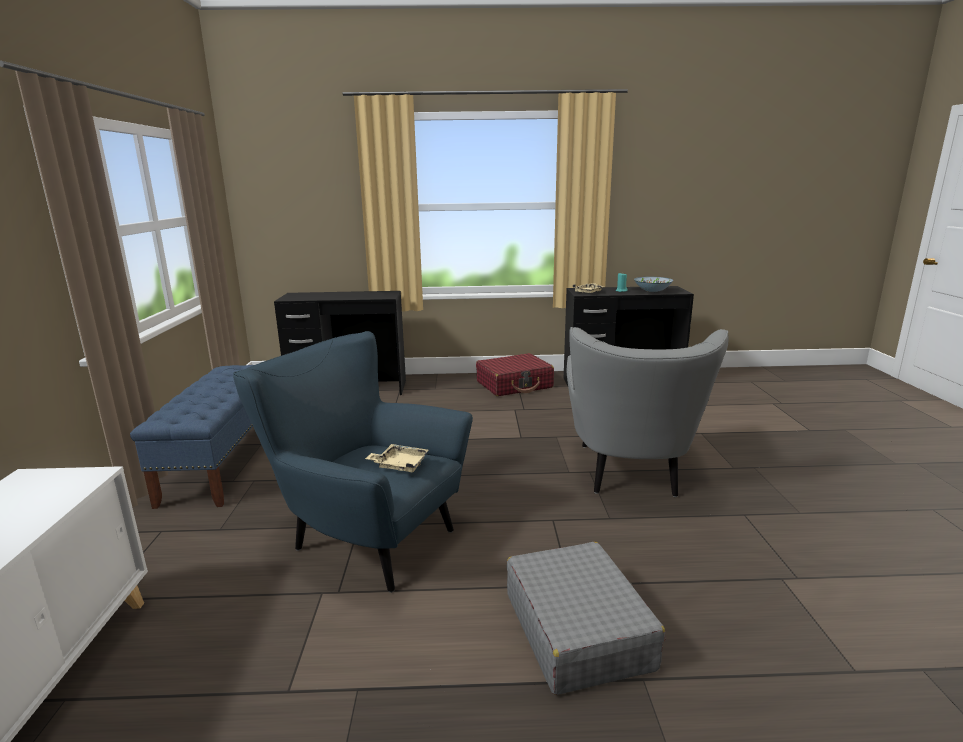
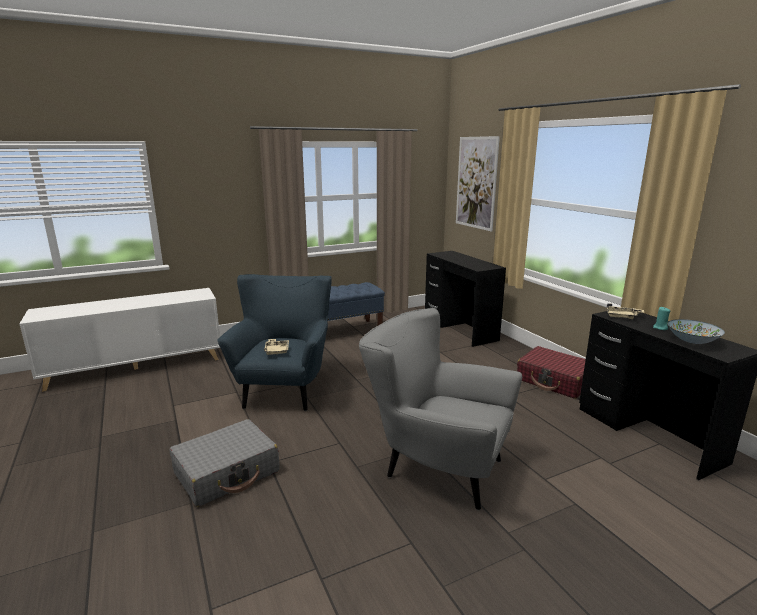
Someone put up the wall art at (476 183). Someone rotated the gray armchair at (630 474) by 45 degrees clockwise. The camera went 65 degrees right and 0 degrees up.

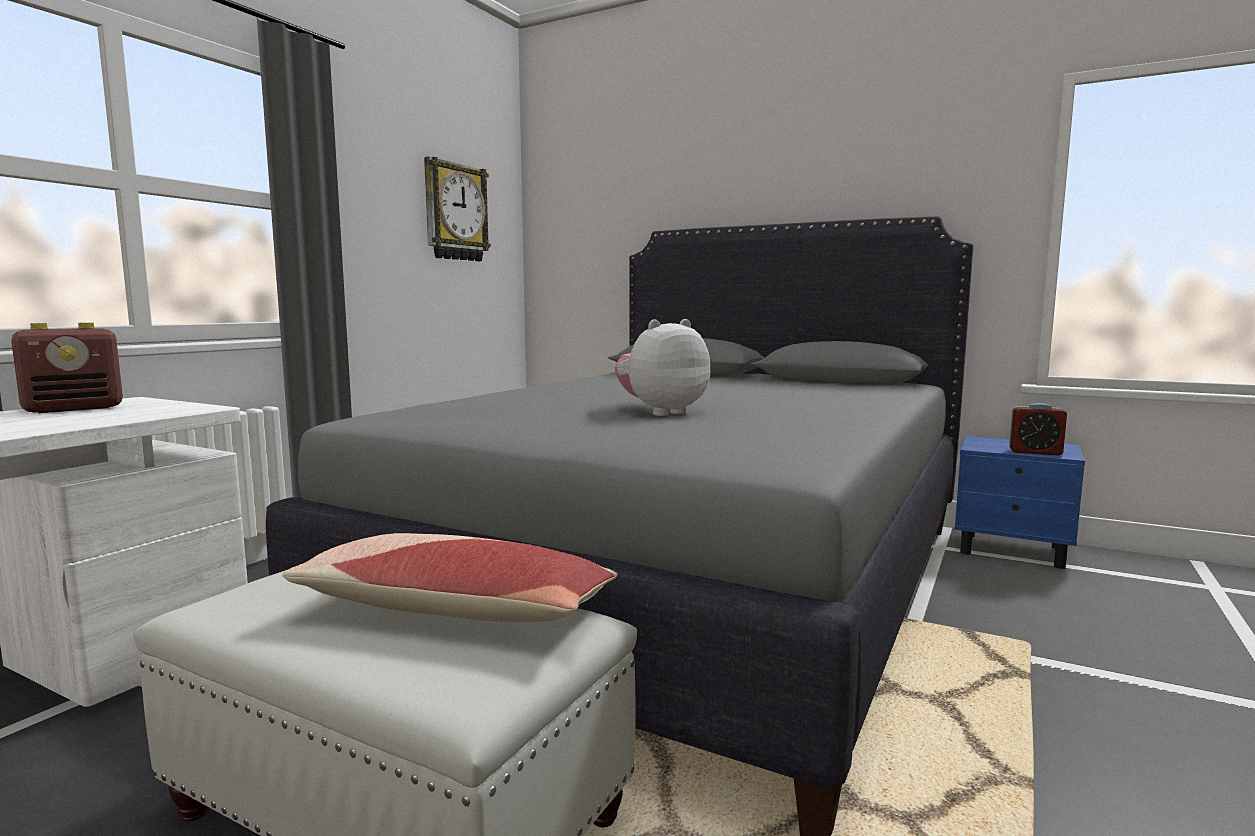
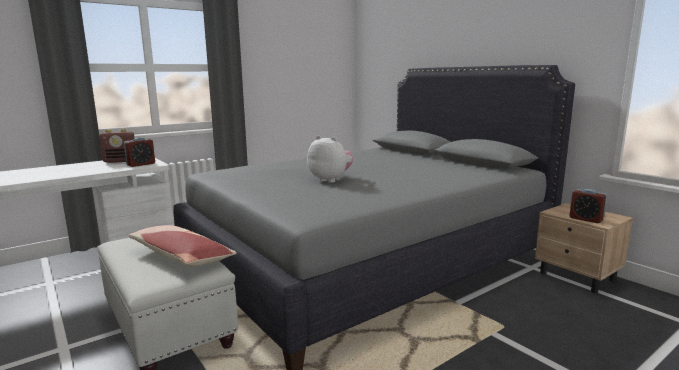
Someone took away the wall clock at (455 212). Someone put down the bedside clock at (141 164). Someone repainted the blue-coloured bedside table at (1013 550), which became the beige-coloured bedside table at (578 277). Someone rotated the plush toy at (661 412) by 45 degrees clockwise. The camera went 25 degrees right and 5 degrees up.

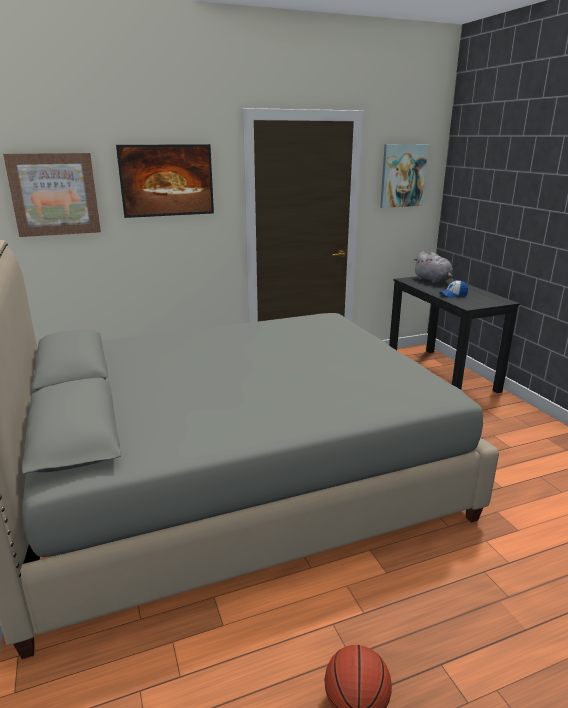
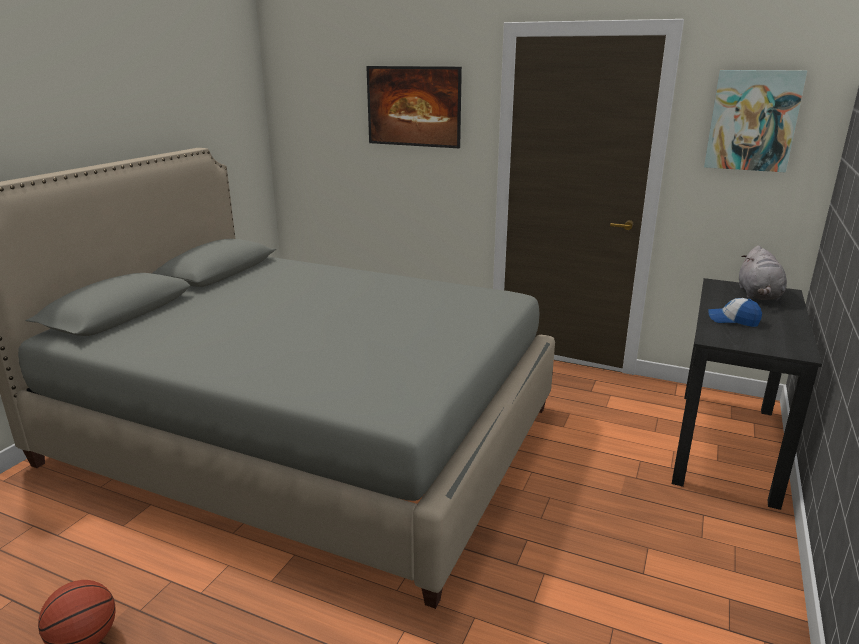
Someone took away the wall art at (54 194). The camera went 45 degrees right and 0 degrees up.

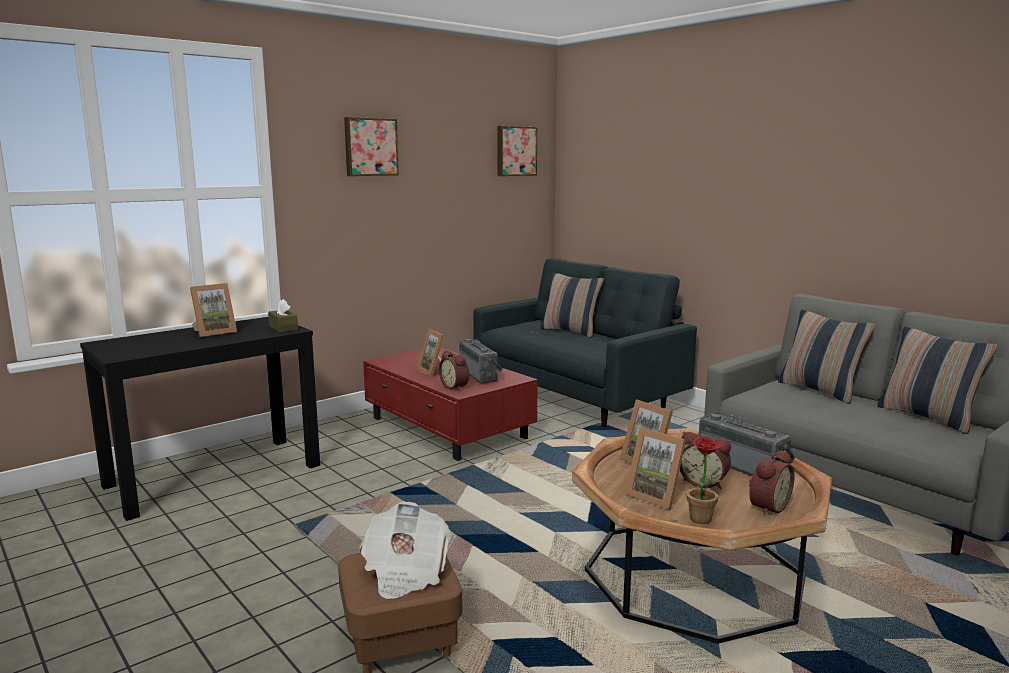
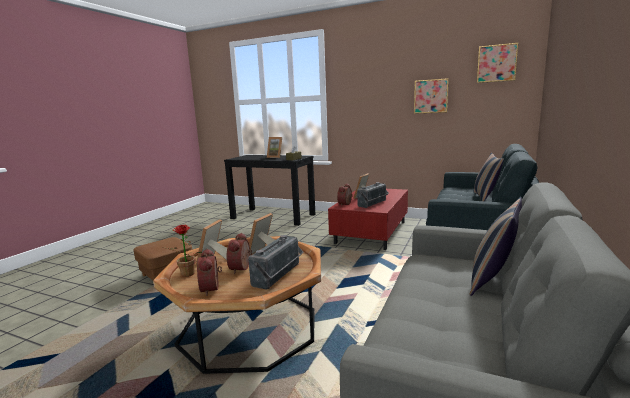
Someone took away the daily paper at (405 572). Someone took away the cushion at (927 417). Someone carried the wall art from (370 147) to (431 96). Someone rotated the bedside clock at (766 507) by 60 degrees clockwise. The camera went 65 degrees right and 0 degrees up.

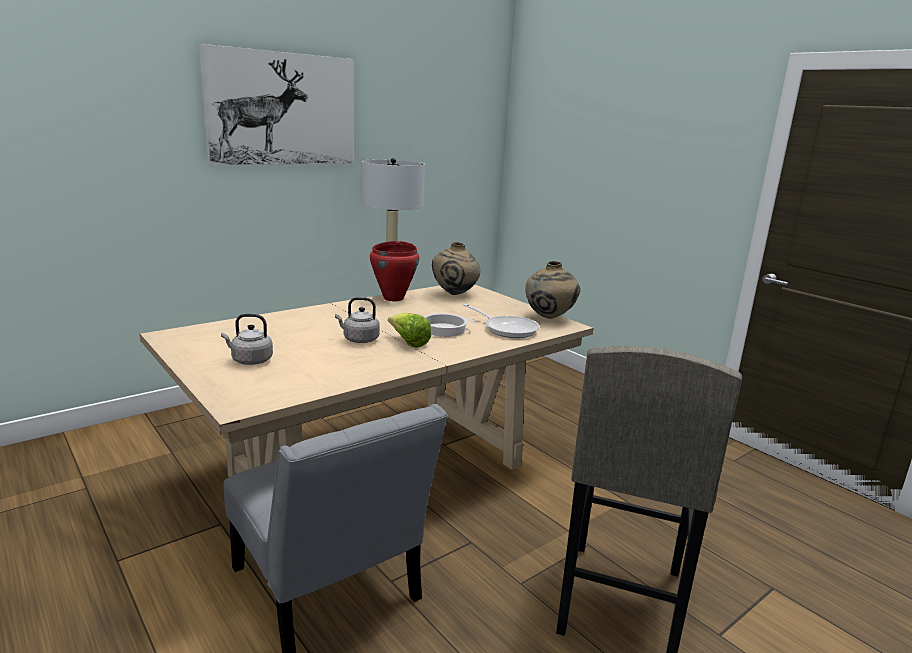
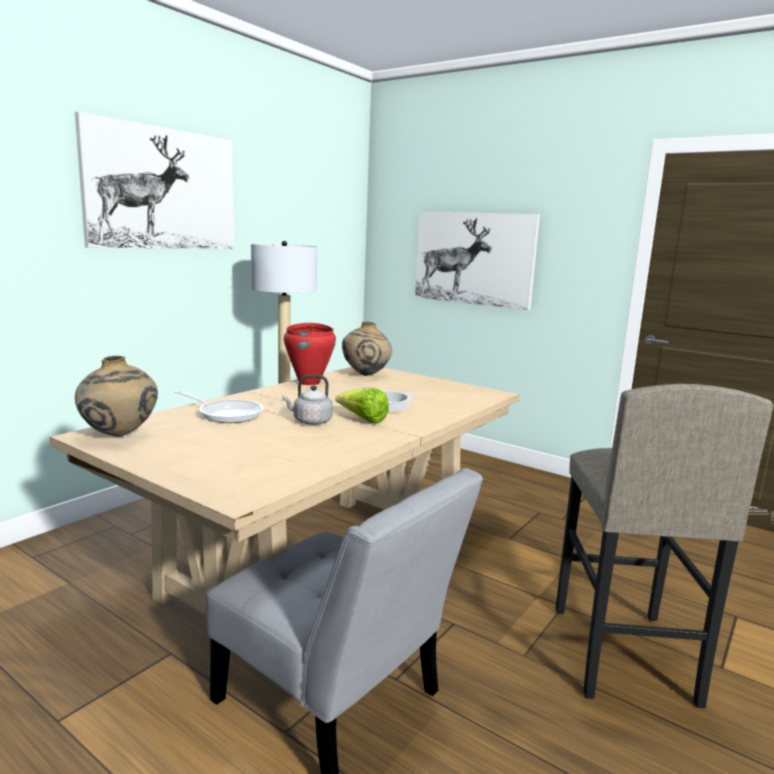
Someone took away the gray water kettle at (250 360). Someone put up the wall art at (473 258). Someone carried the frying pan from (507 329) to (226 414). Someone carried the beige-coloured vase from (549 318) to (120 436). The camera went 15 degrees left and 5 degrees down.

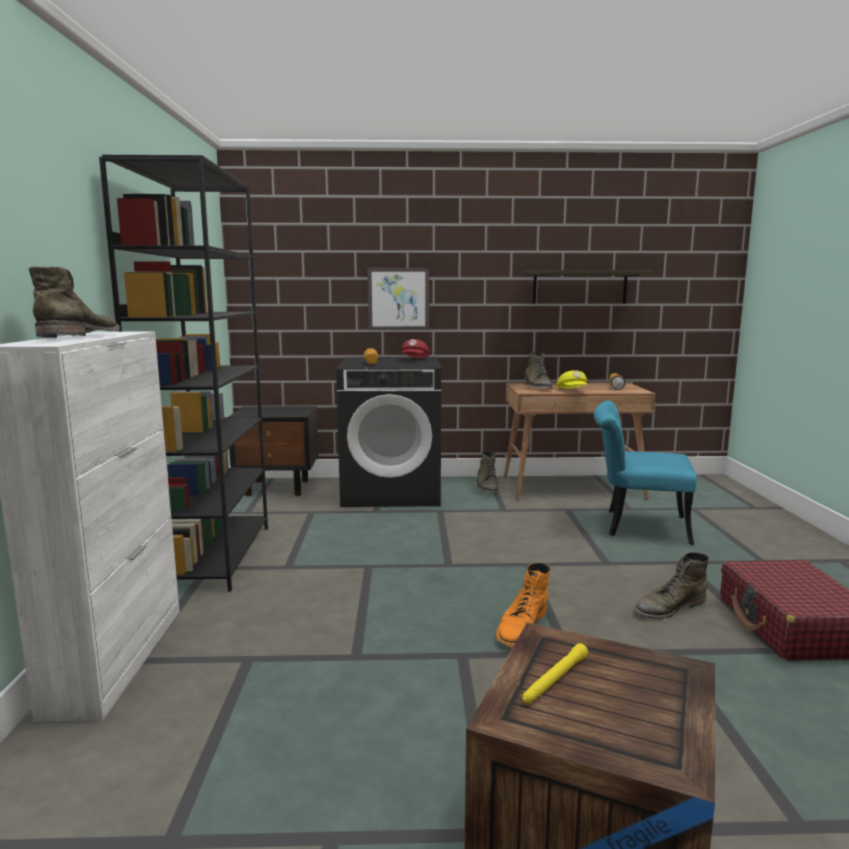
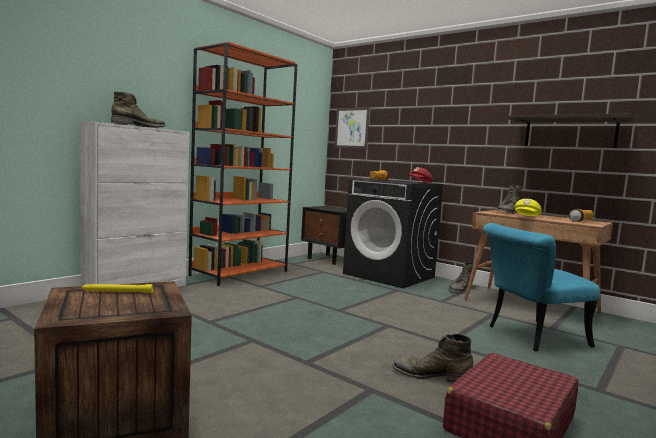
Someone took away the orangey tall boot at (521 627). Someone carried the wall art from (398 299) to (352 128). Someone repainted the black-coloured bookcase at (212 556), which became the orangey bookcase at (240 273). Someone rotated the blue-green chair at (636 525) by 75 degrees counterclockwise. The camera went 40 degrees right and 5 degrees down.

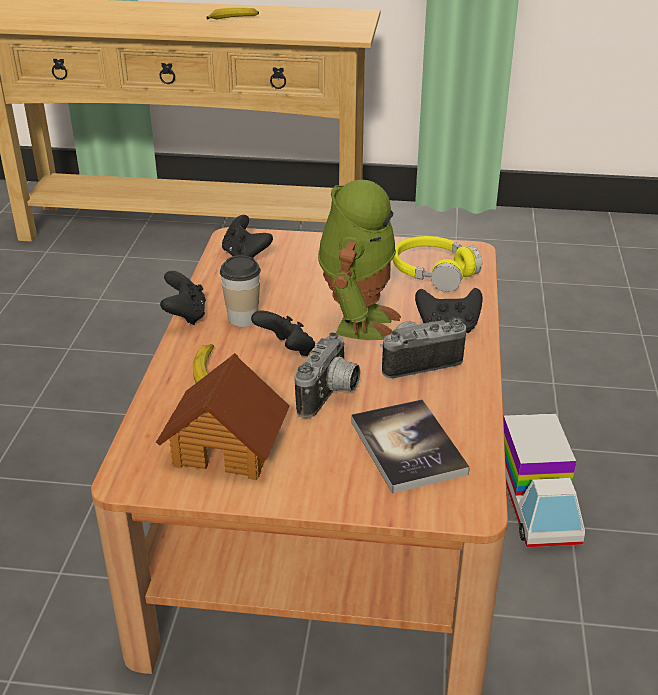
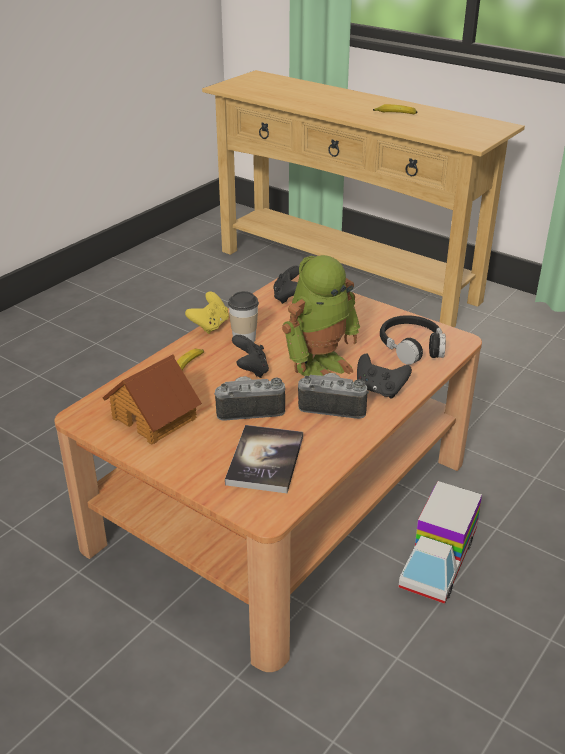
Someone repainted the black-coloured gamepad at (185 315), which became the yellow gamepad at (210 326). Someone repainted the yellow headphones at (433 272), which became the black-coloured headphones at (412 347). Someone rotated the photo camera at (331 396) by 150 degrees counterclockwise. The camera went 30 degrees right and 0 degrees up.

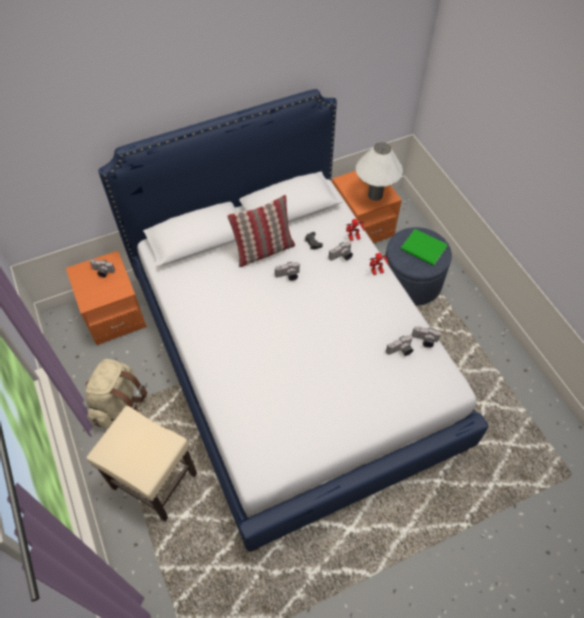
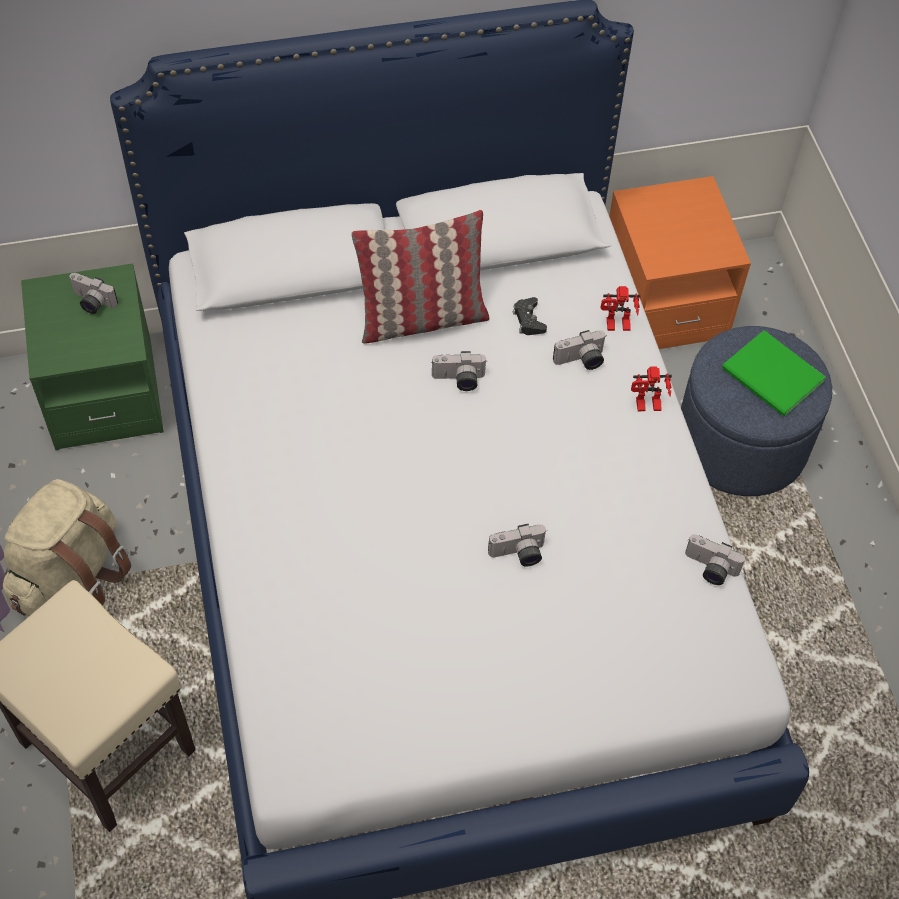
Someone took away the whitish tabletop lamp at (375 195). Someone carried the photo camera from (400 351) to (518 555). Someone repainted the orangey bedside table at (114 314), which became the green bedside table at (104 394). The camera went 10 degrees right and 0 degrees up.

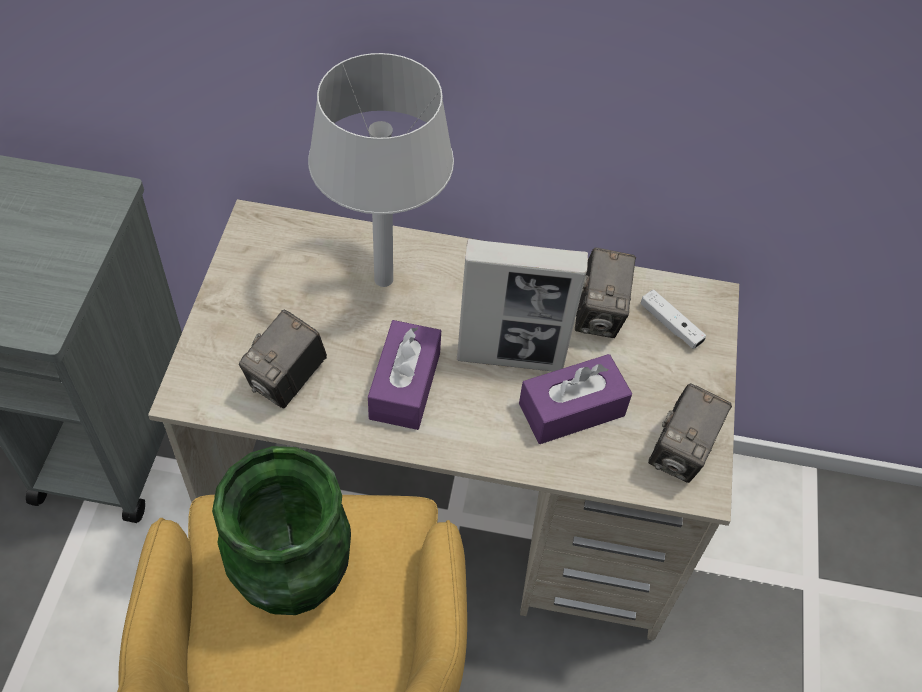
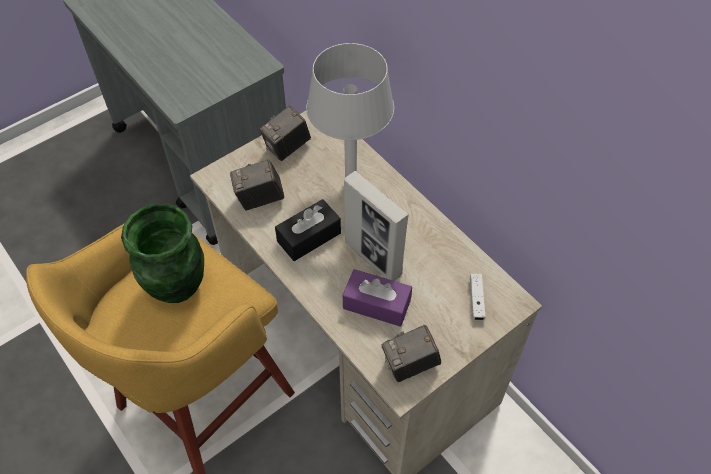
Someone carried the photo camera from (599 315) to (287 148). Someone repainted the purple tissue box at (405 385), which became the black-coloured tissue box at (309 237). The camera went 45 degrees right and 0 degrees up.

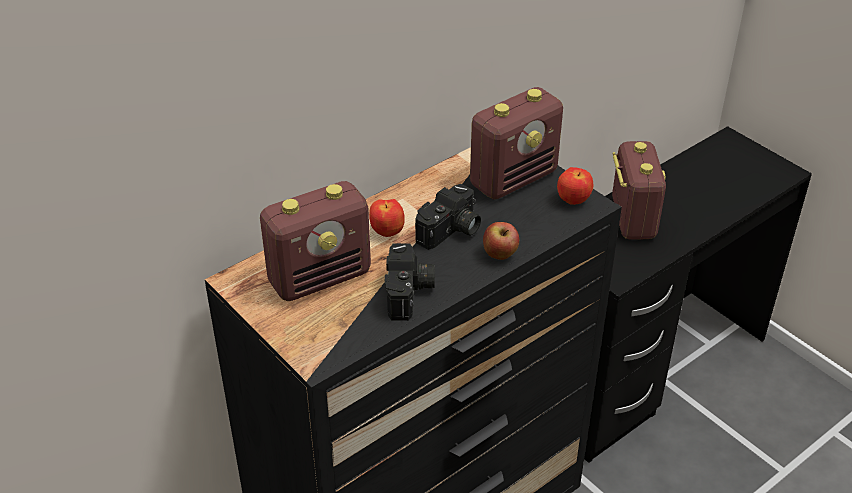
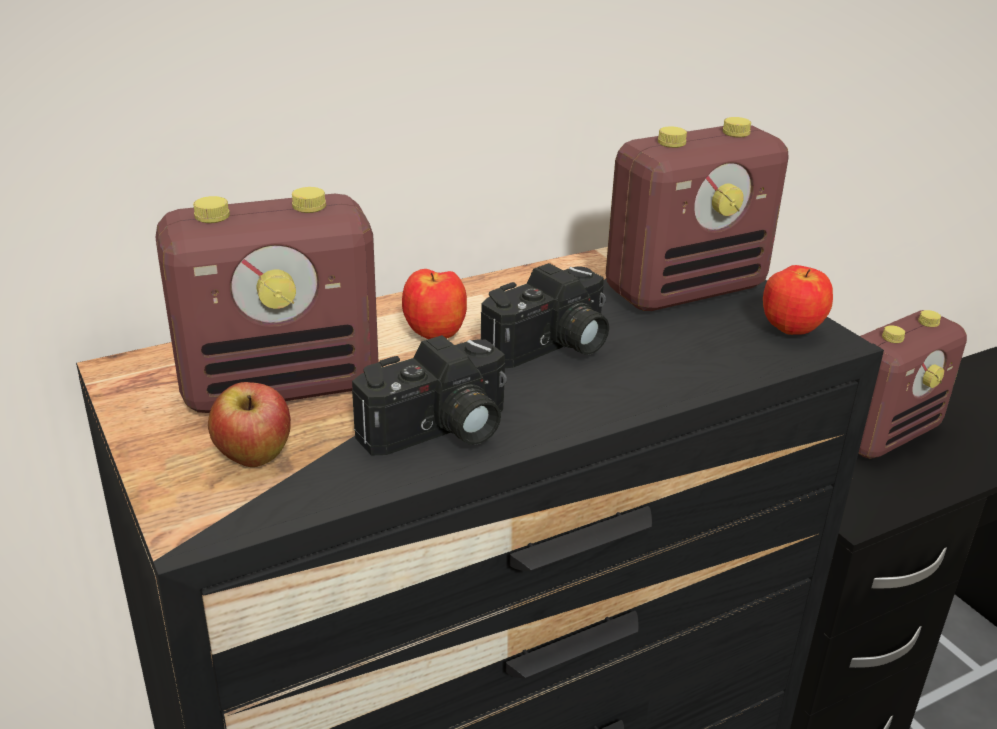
Someone carried the apple fruit from (500 255) to (254 459). Someone rotated the photo camera at (410 293) by 45 degrees clockwise. Someone rotated the radio receiver at (632 218) by 45 degrees clockwise. The camera went 10 degrees right and 10 degrees down.

